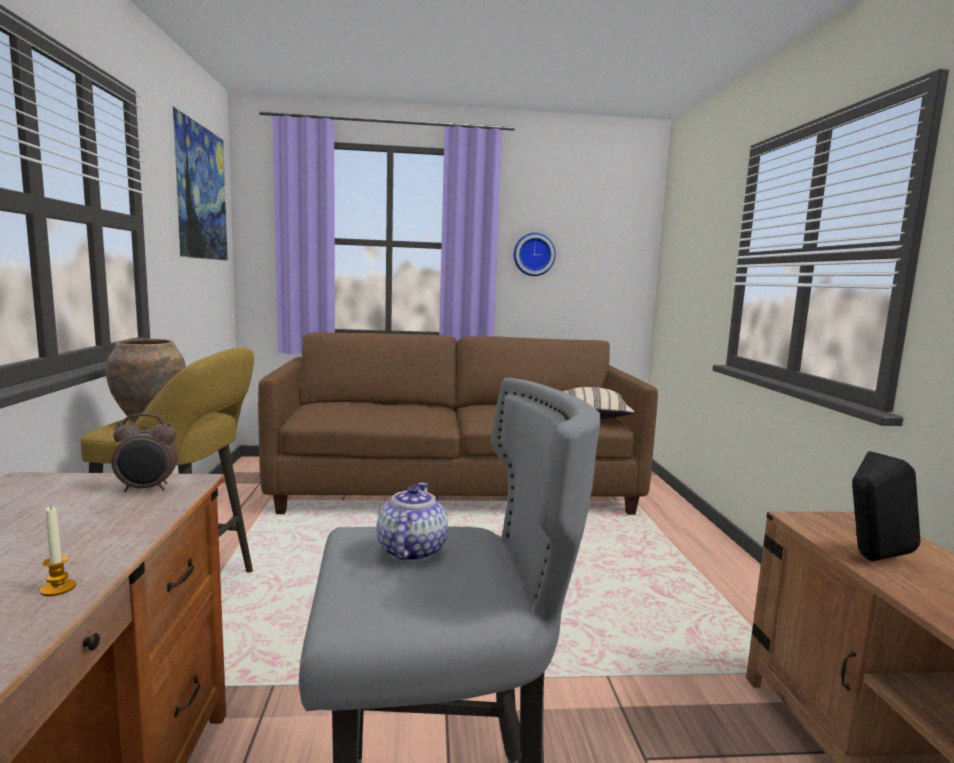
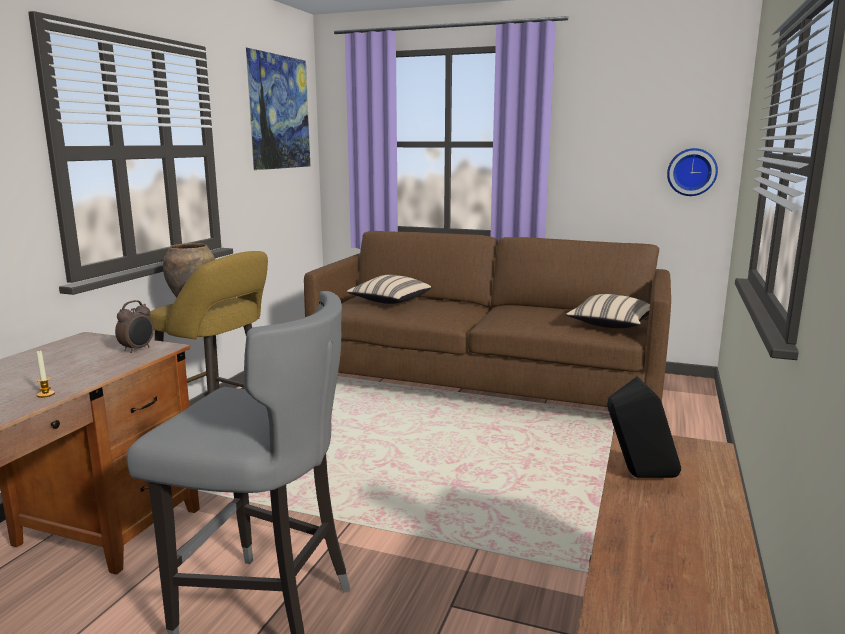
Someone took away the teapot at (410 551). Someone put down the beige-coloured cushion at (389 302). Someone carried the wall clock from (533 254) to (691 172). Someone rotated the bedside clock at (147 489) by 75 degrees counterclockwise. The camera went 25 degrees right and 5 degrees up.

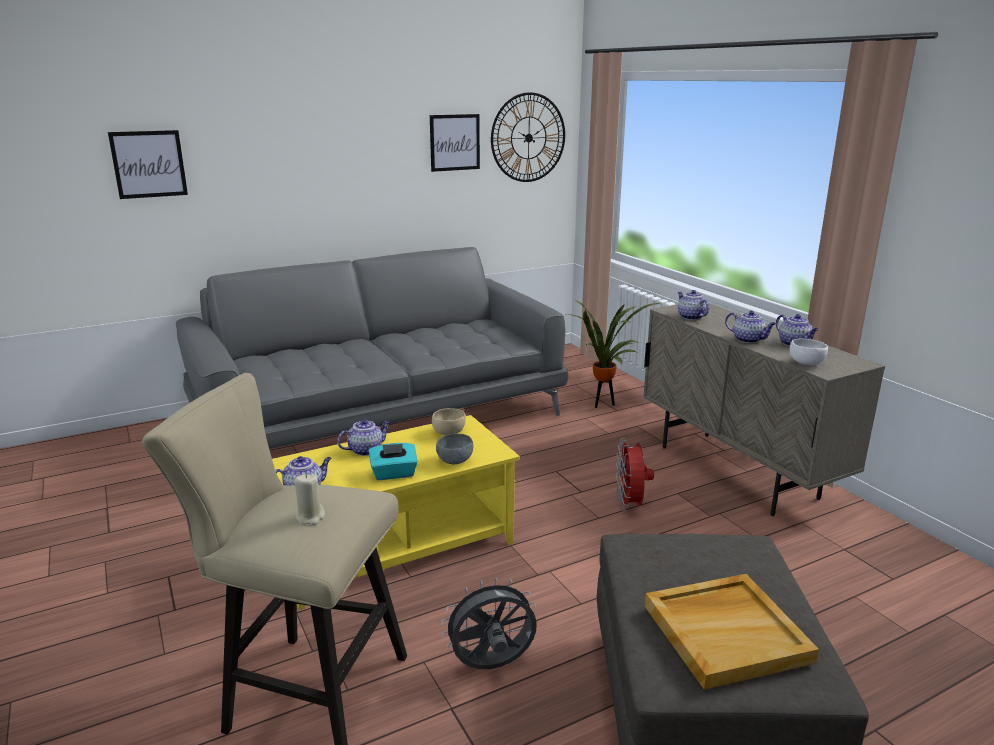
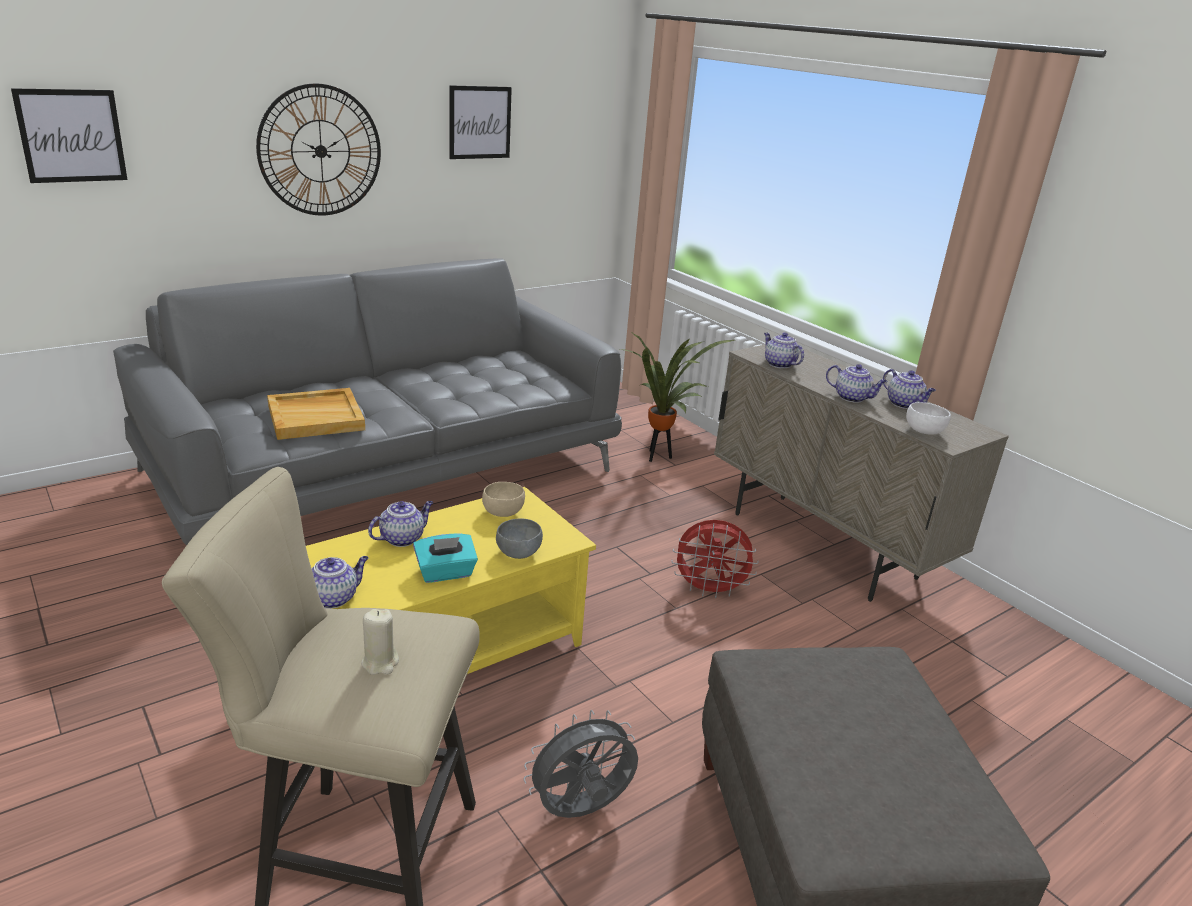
Someone carried the wall clock from (528 138) to (320 151). Someone carried the beige-coloured serving tray from (726 632) to (316 417). Someone rotated the reddish cooling fan at (630 505) by 75 degrees counterclockwise. The camera went 10 degrees left and 5 degrees up.

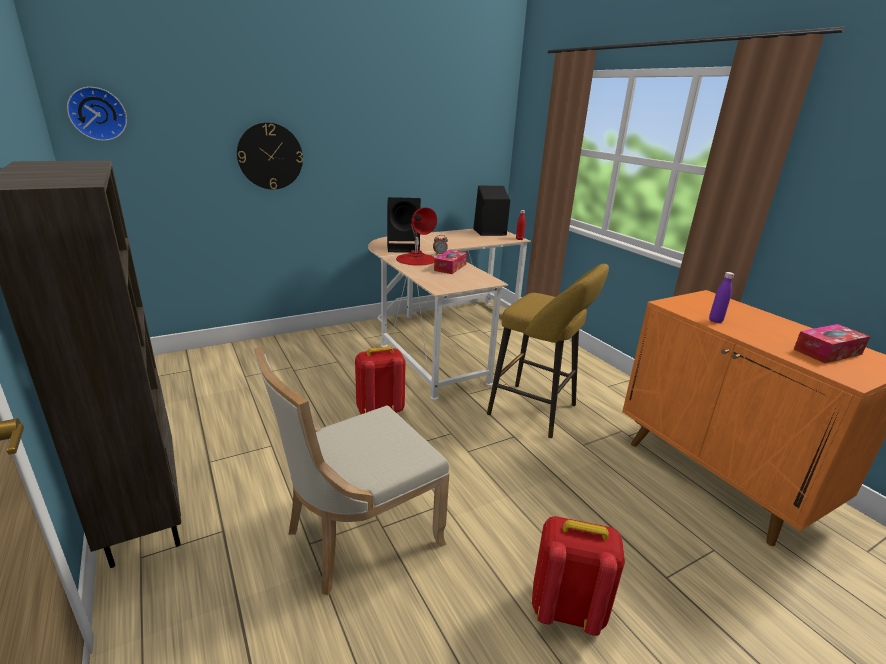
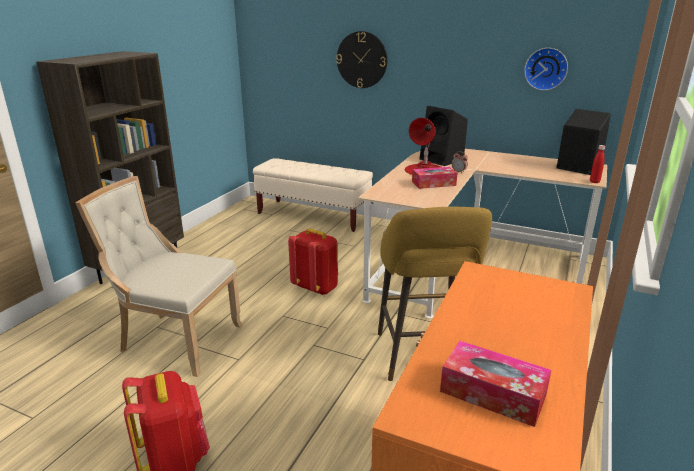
Someone took away the purple bottle at (715 321). Someone put down the beige-coloured bench at (313 216). Someone carried the wall clock from (97 114) to (546 68). The camera went 55 degrees right and 0 degrees up.

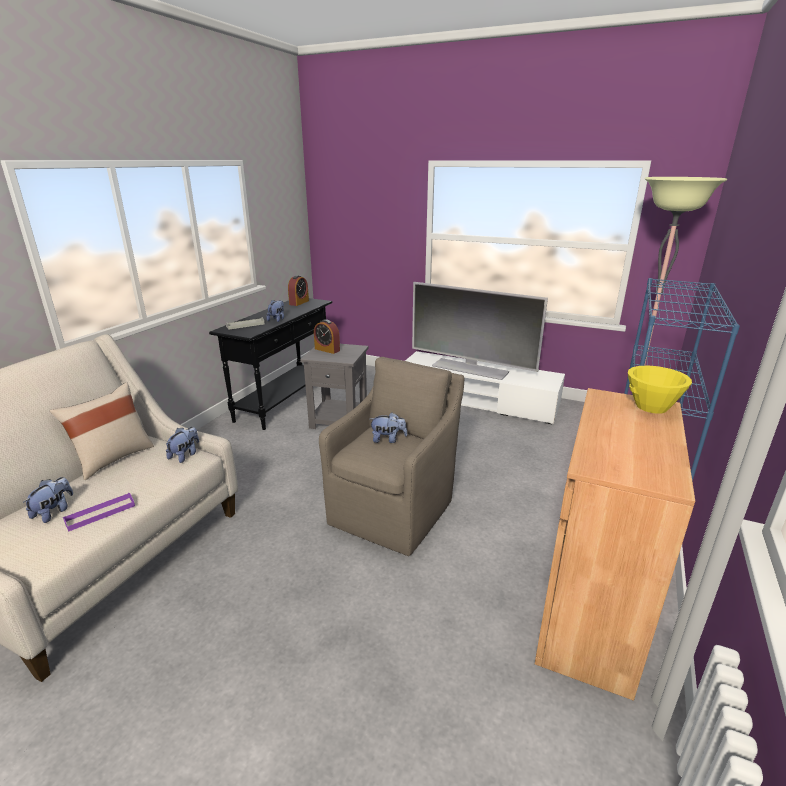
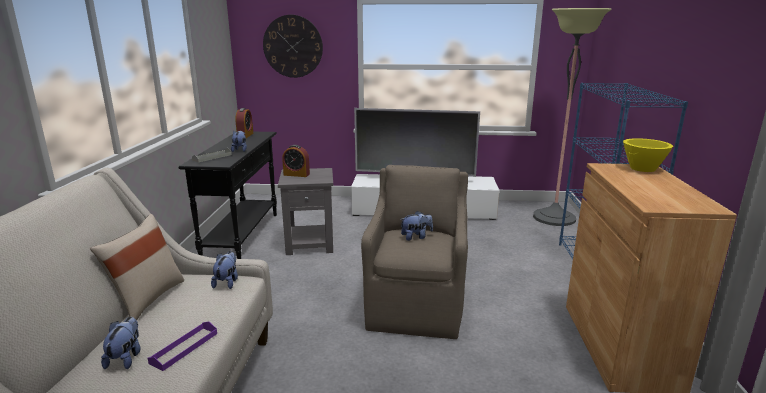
Someone put up the wall clock at (293 46). The camera went 20 degrees left and 5 degrees down.

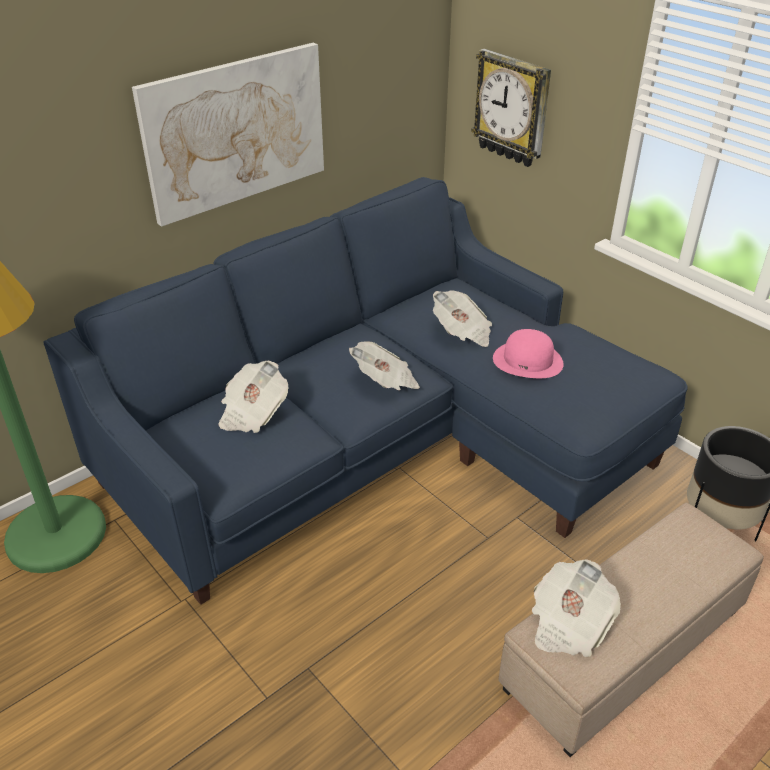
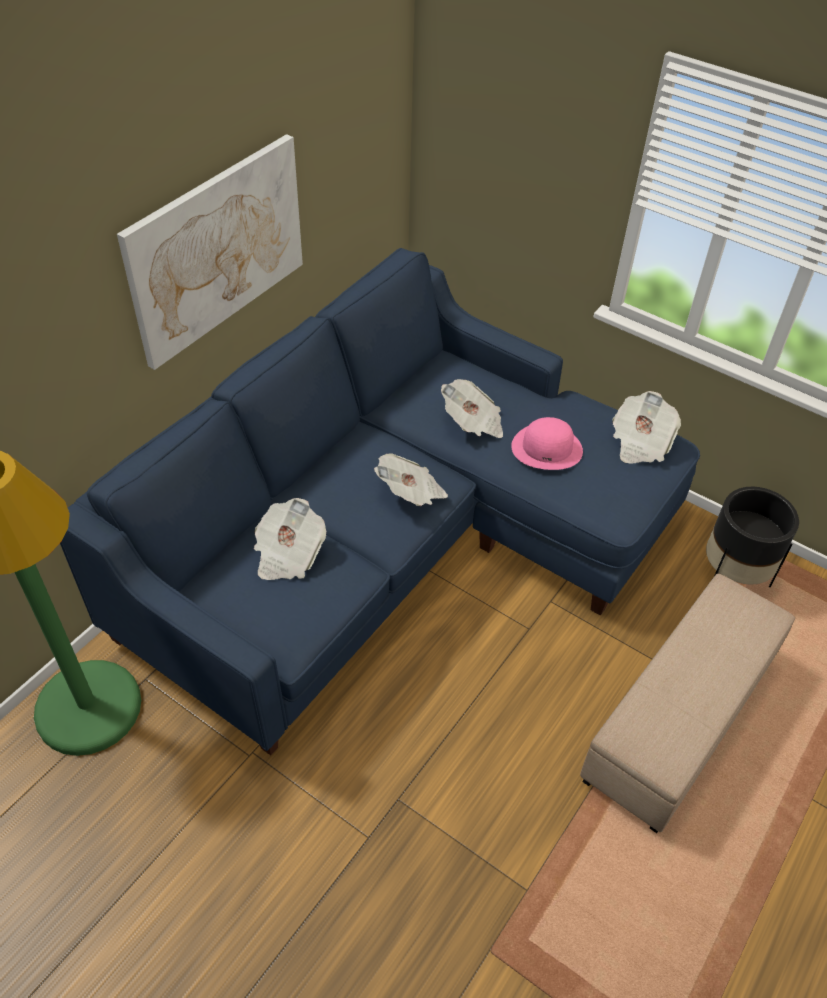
Someone took away the wall clock at (512 108). Someone carried the daily paper from (568 623) to (640 442). The camera went 15 degrees left and 10 degrees up.

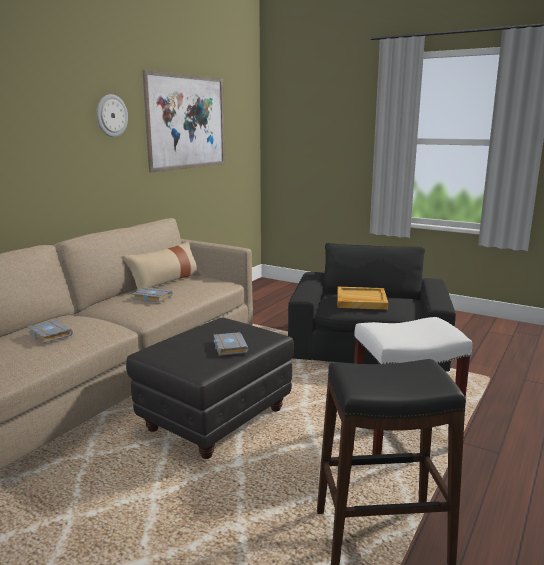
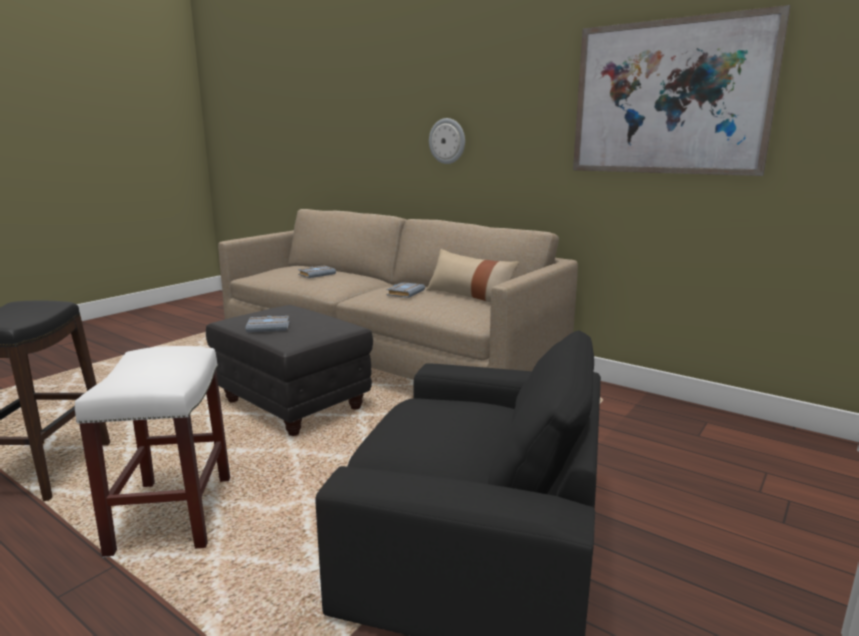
Someone took away the beige-coloured serving tray at (360 300). Someone carried the wall clock from (111 115) to (447 141). The camera went 95 degrees right and 0 degrees up.

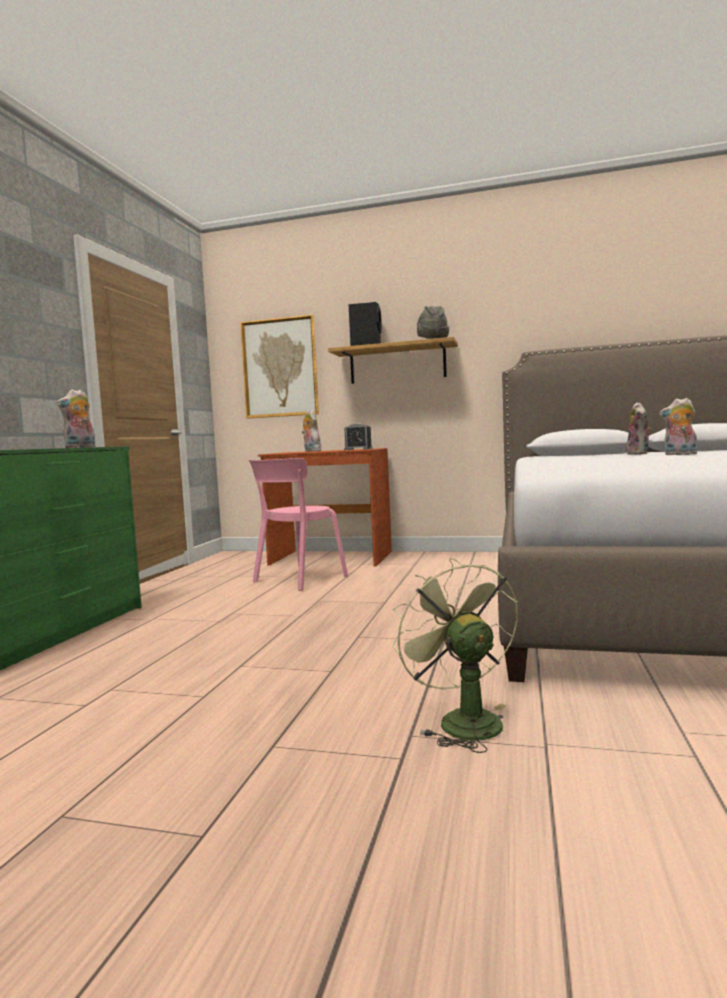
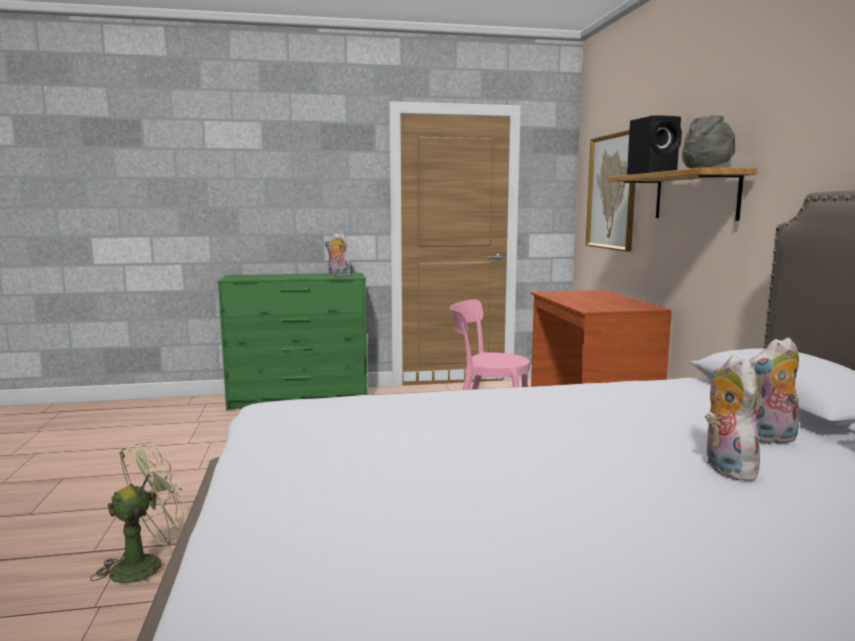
Someone took away the plush toy at (311 451). Someone took away the bedside clock at (358 449). The camera went 65 degrees right and 5 degrees up.

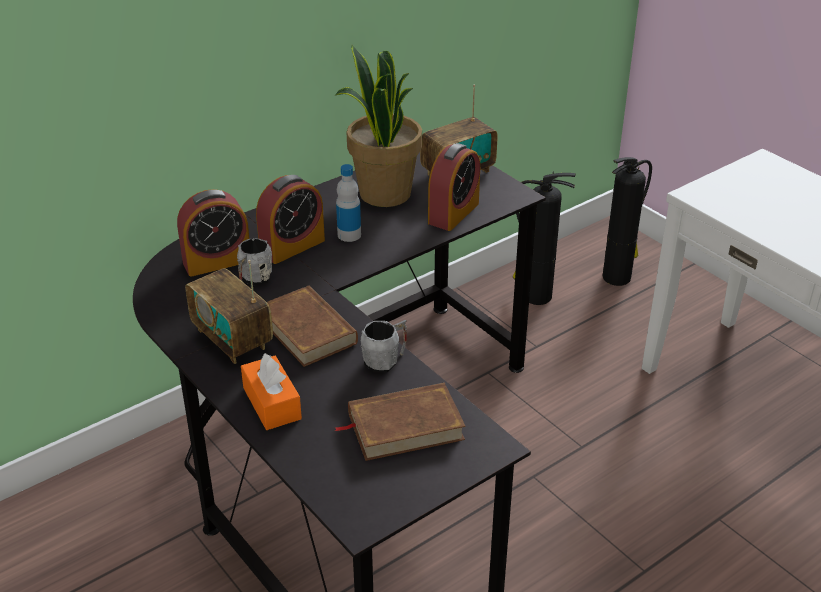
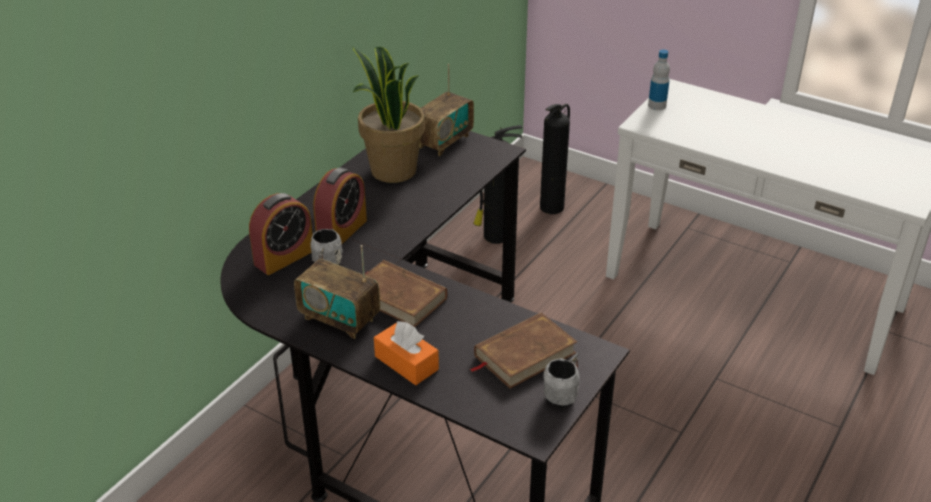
Someone took away the bedside clock at (453 213). Someone carried the bottle from (349 235) to (657 105). Someone carried the gray coffee mug from (385 361) to (563 394). The camera went 20 degrees left and 0 degrees up.

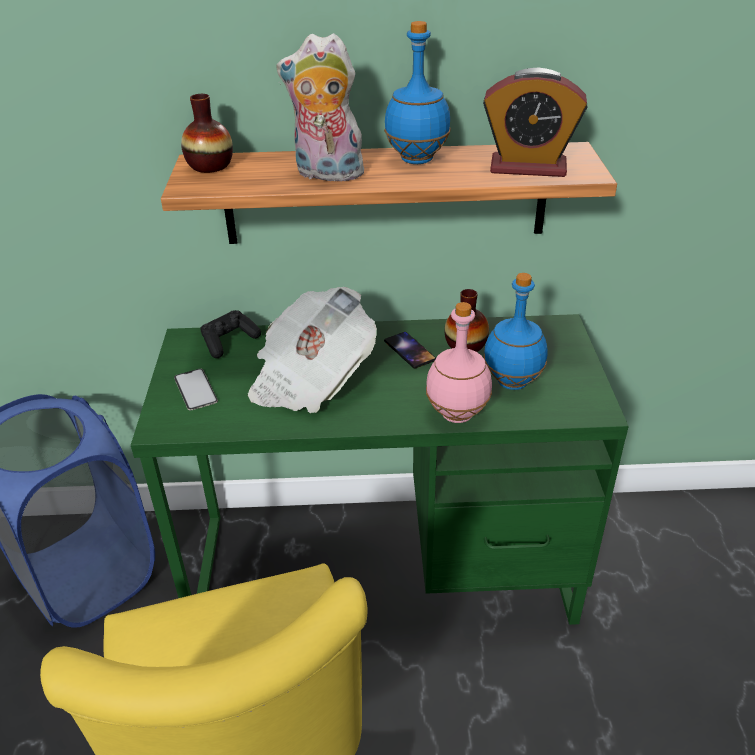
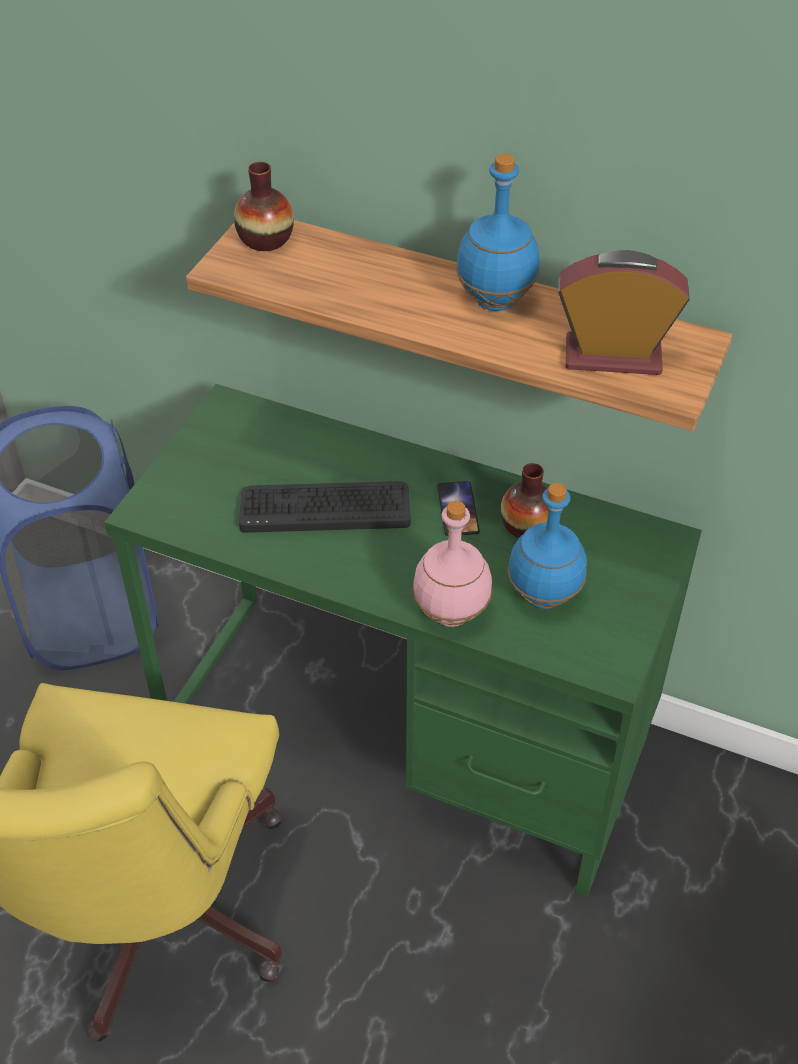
Someone took away the telephone at (195 389). Someone took away the black-coloured gamepad at (229 342). Someone took away the plush toy at (326 175). Someone swapped the daily paper at (310 379) for the keyboard at (325 507). Someone rotated the bedside clock at (528 167) by 150 degrees clockwise. The camera went 25 degrees right and 10 degrees up.

